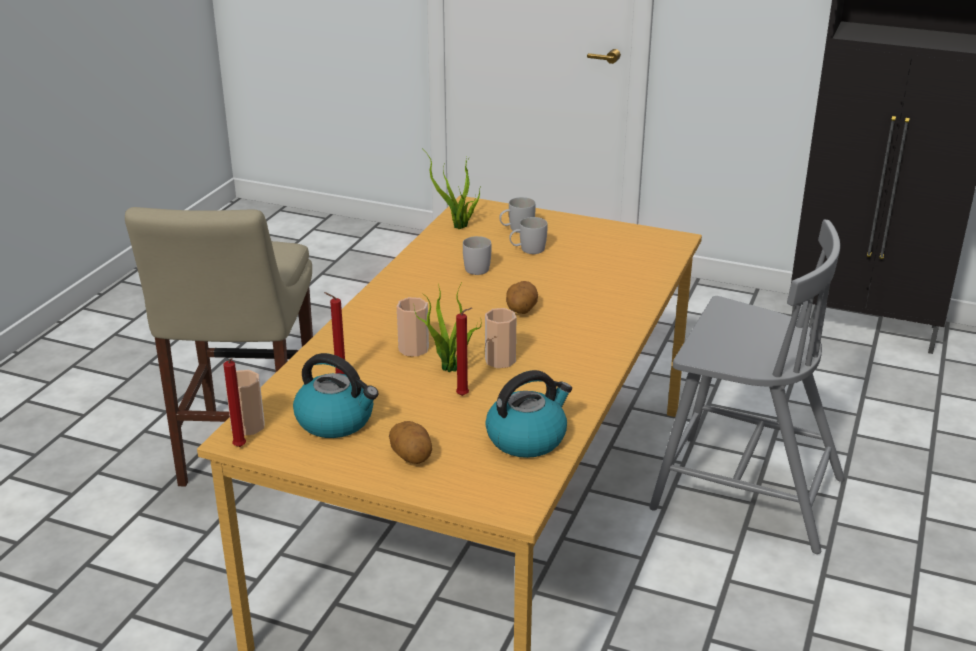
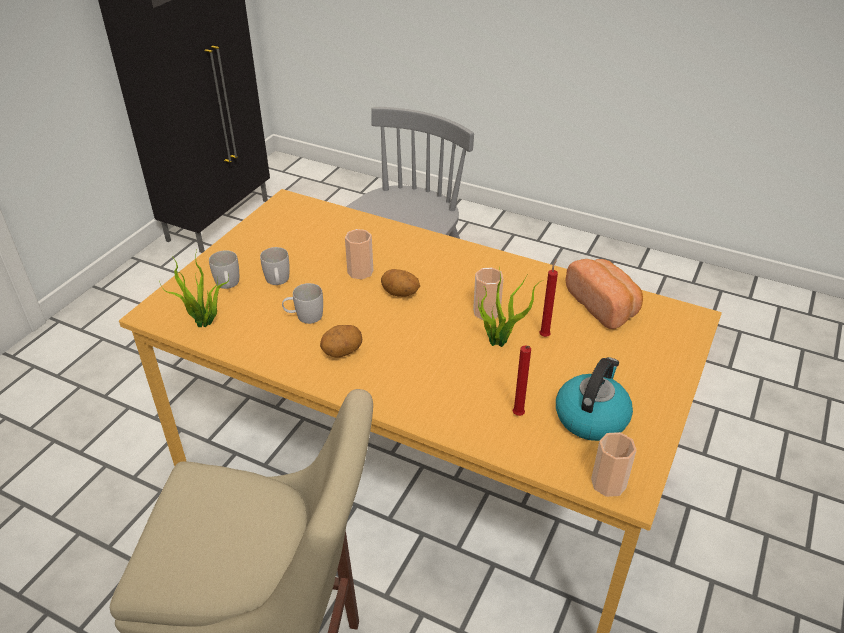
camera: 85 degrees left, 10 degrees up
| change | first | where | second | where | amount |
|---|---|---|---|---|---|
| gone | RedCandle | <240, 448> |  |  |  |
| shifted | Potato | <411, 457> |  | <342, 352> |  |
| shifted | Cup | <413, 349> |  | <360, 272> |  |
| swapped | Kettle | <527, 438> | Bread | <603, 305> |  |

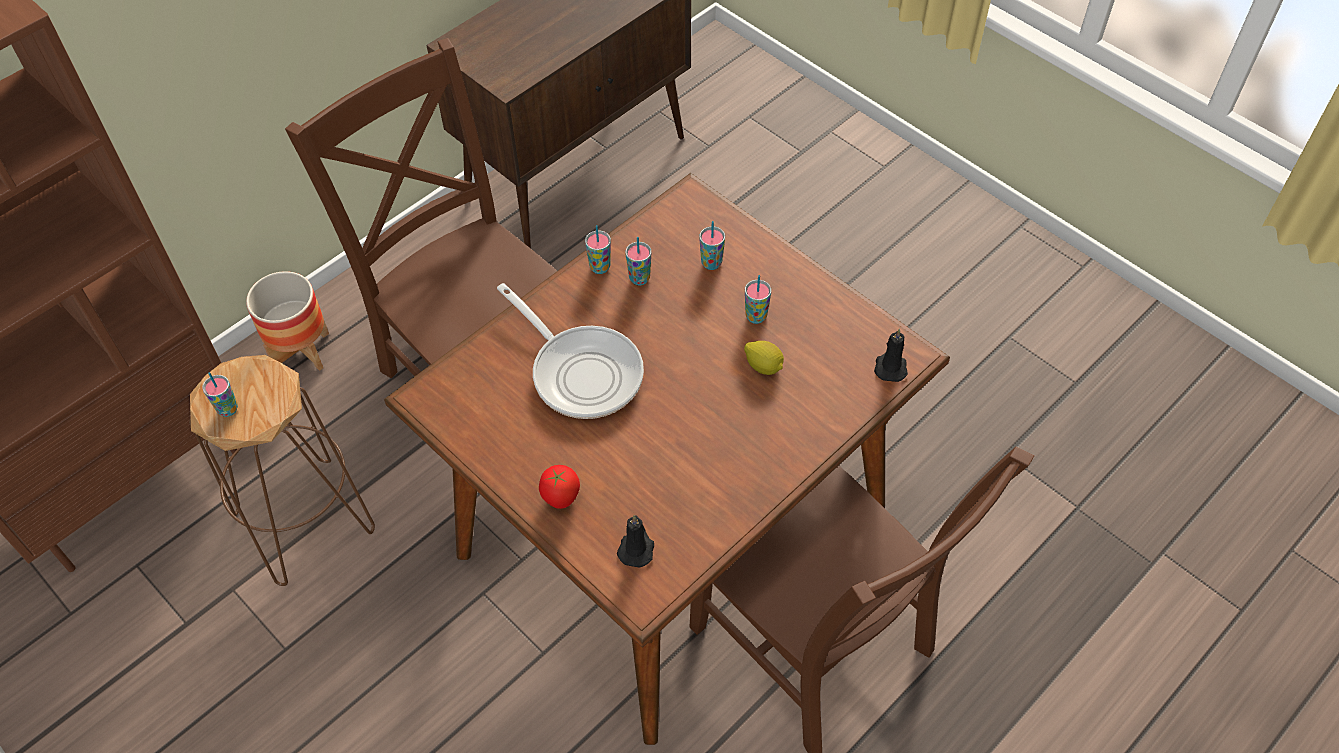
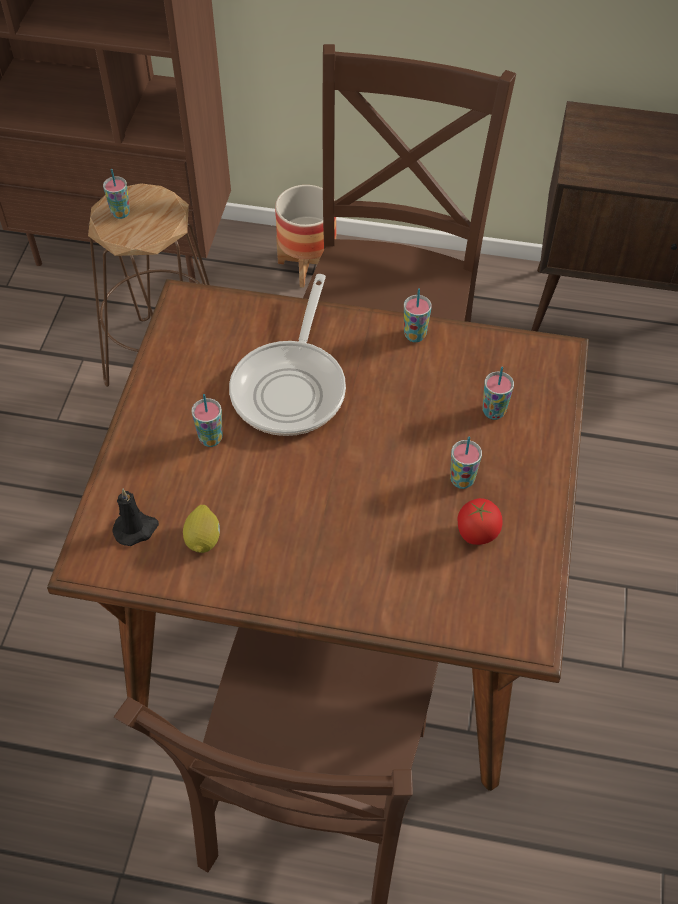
camera: 55 degrees right, 0 degrees up
| change | first | where | second | where | amount |
|---|---|---|---|---|---|
| gone | BlackCandle | <890, 367> |  |  |  |
| shifted | Tomato | <560, 499> |  | <476, 535> |  |
| shifted | Cup | <639, 278> |  | <211, 439> |  |
| shifted | Lemon | <763, 366> |  | <203, 539> |  |

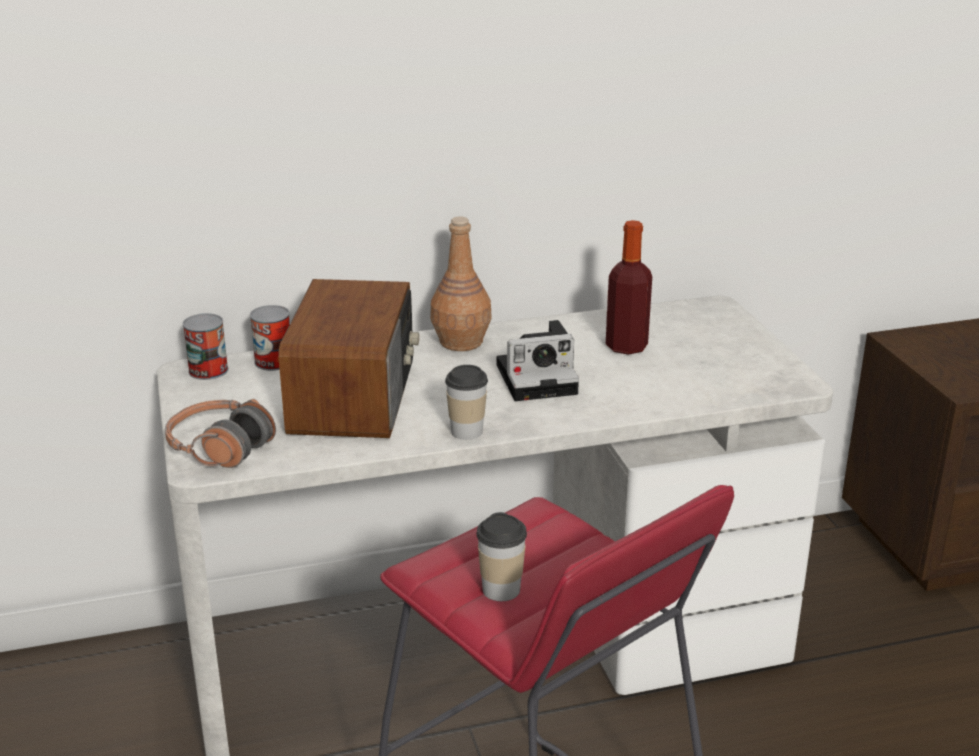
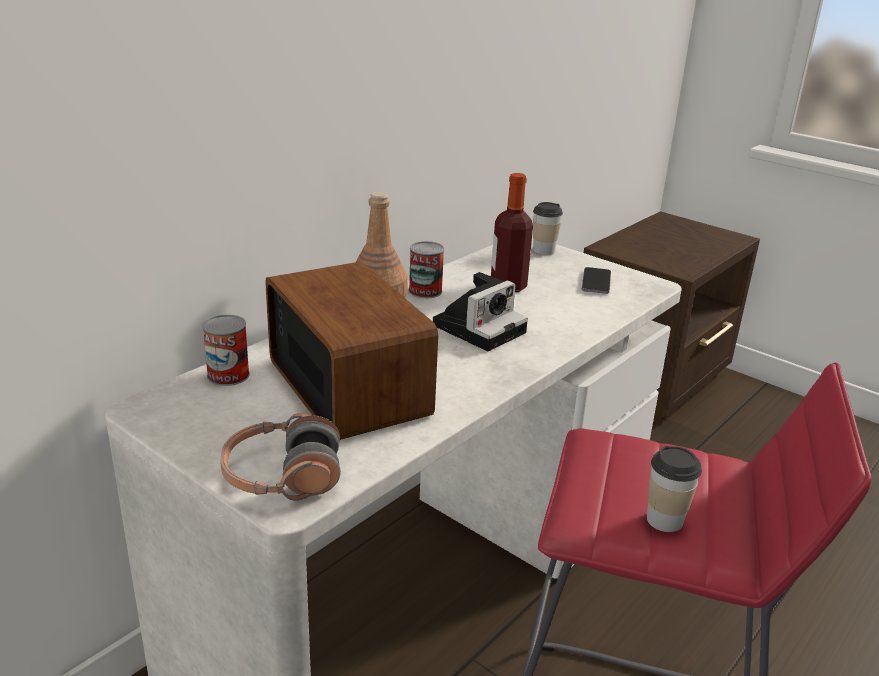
camera: 35 degrees left, 0 degrees up
| change | first | where | second | where | amount |
|---|---|---|---|---|---|
| new |  |  | Phone | <596, 282> |  |
| shifted | Can | <208, 370> |  | <425, 291> |  |
| shifted | Cup | <467, 431> |  | <543, 250> |  |

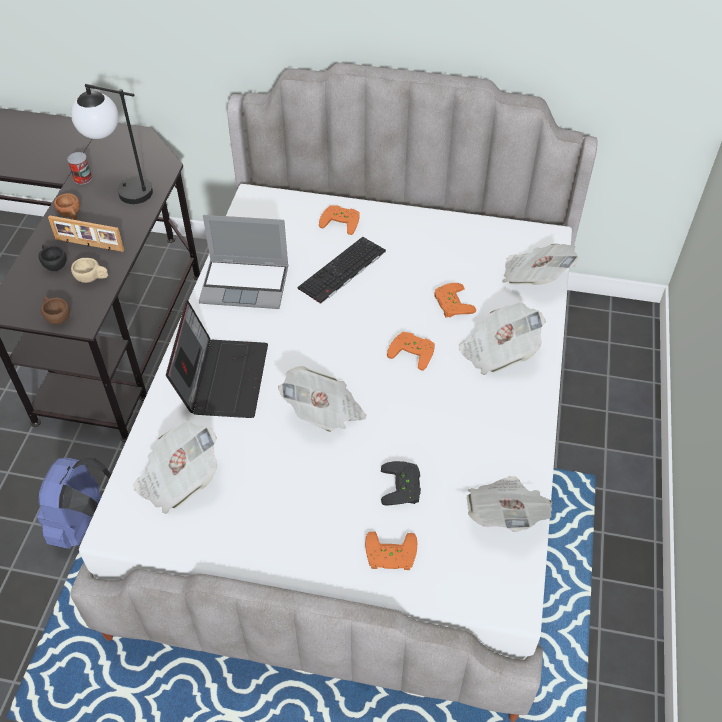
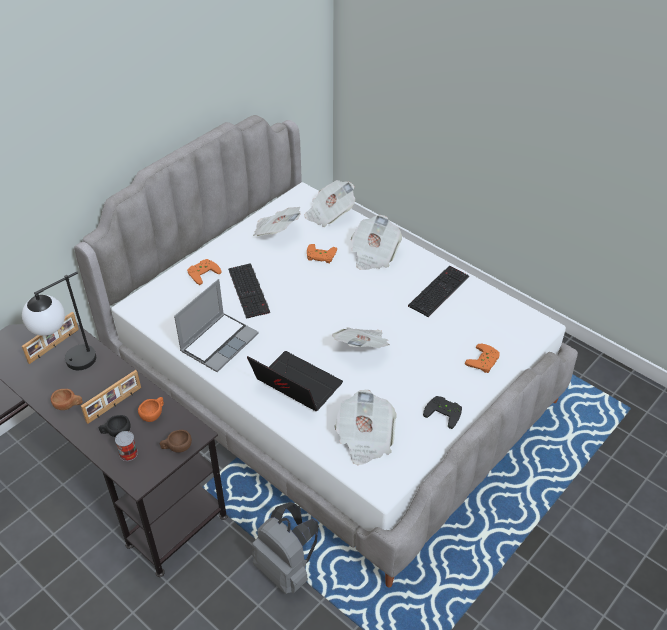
camera: 60 degrees left, 5 degrees down
| change | first | where | second | where | amount |
|---|---|---|---|---|---|
| gone | OrangeGameController | <413, 351> |  |  |  |
| new |  |  | PictureFrame | <54, 346> |  |
| new |  |  | Keyboard | <438, 290> |  |
| shifted | Can | <82, 178> |  | <128, 453> |  |
| shifted | BlackGameController | <404, 487> |  | <444, 412> |  |
| shifted | Newspaper | <505, 514> |  | <276, 232> |  |
| repainted | BlueBackpack | <87, 526> | GreyBackpack | <286, 568> |  |
| repainted | BeigeCup | <92, 278> | OrangeCup | <154, 414> |  |

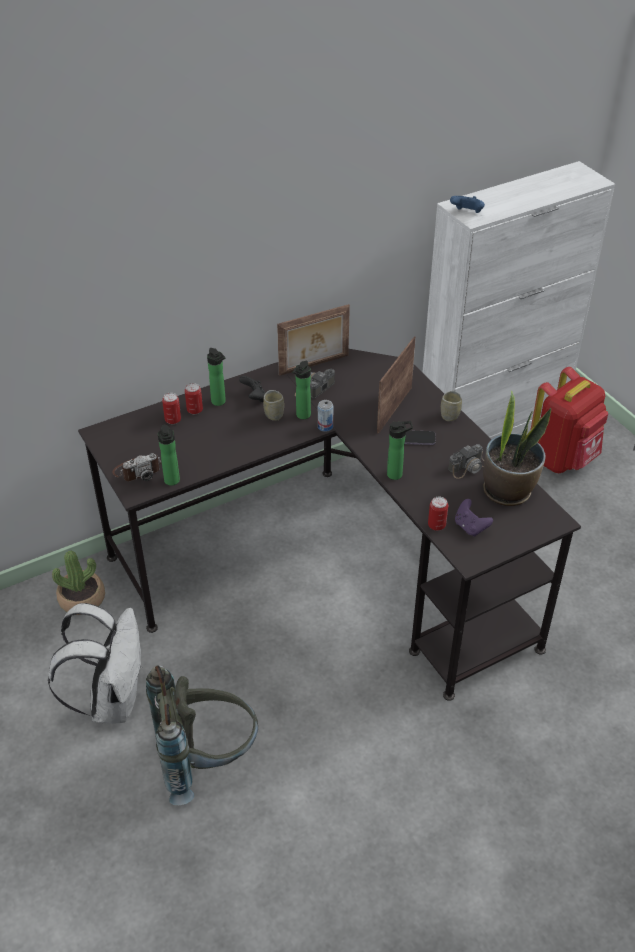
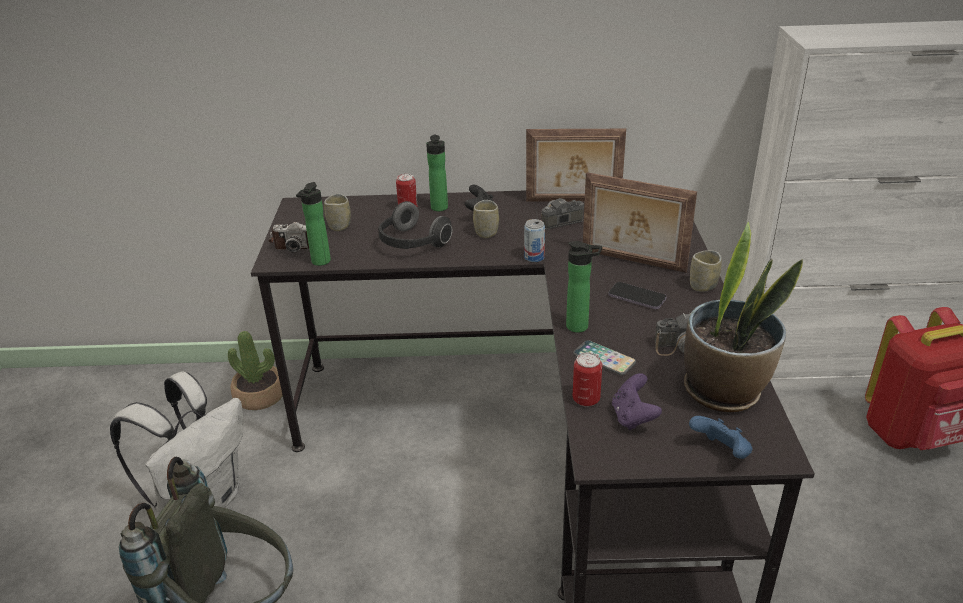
camera: 30 degrees right, 10 degrees down
| change | first | where | second | where | amount |
|---|---|---|---|---|---|
| gone | Can | <173, 420> |  |  |  |
| gone | Bottle | <302, 416> |  |  |  |
| new |  |  | Cup | <339, 226> |  |
| new |  |  | Headphones | <412, 243> |  |
| new |  |  | Phone | <604, 359> |  |
| shifted | BlueGameController | <467, 213> |  | <721, 452> |  |
| rotated | PictureFrame | <393, 409> |  | <632, 261> | 120 degrees counterclockwise |

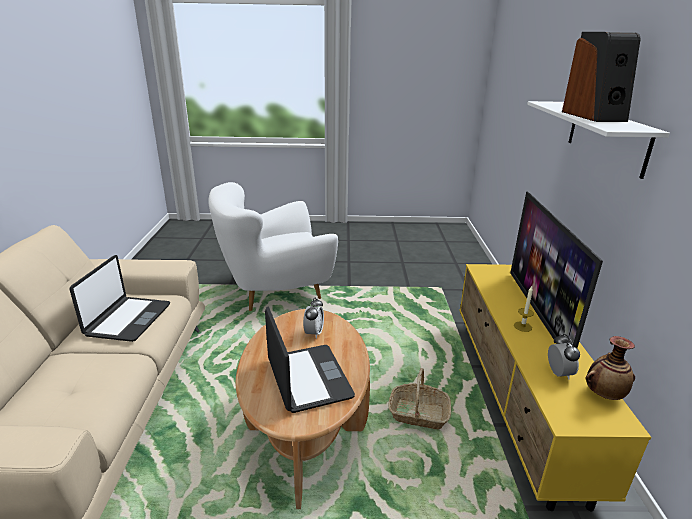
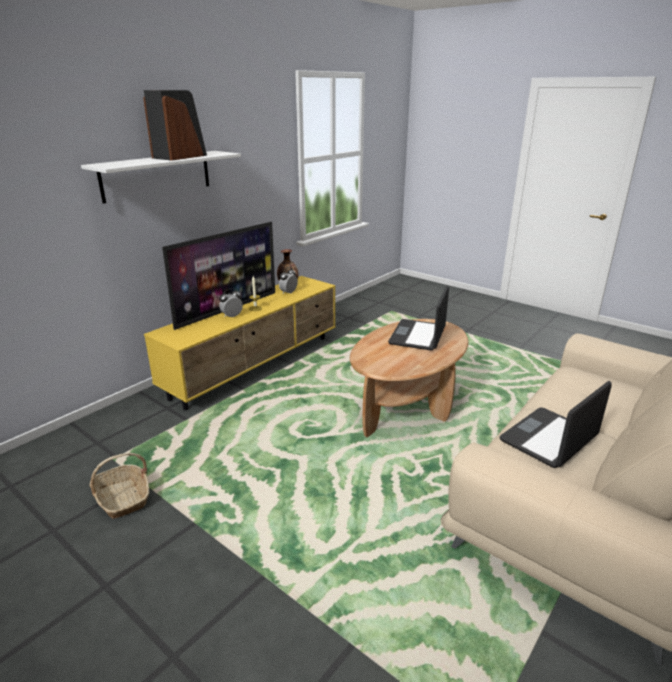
camera: 140 degrees left, 0 degrees up
| change | first | where | second | where | amount |
|---|---|---|---|---|---|
| gone | WhiteArmchair | <275, 291> |  |  |  |
| shifted | AlarmClock | <314, 333> |  | <232, 316> |  |
| shifted | Basket | <418, 414> |  | <122, 498> |  |

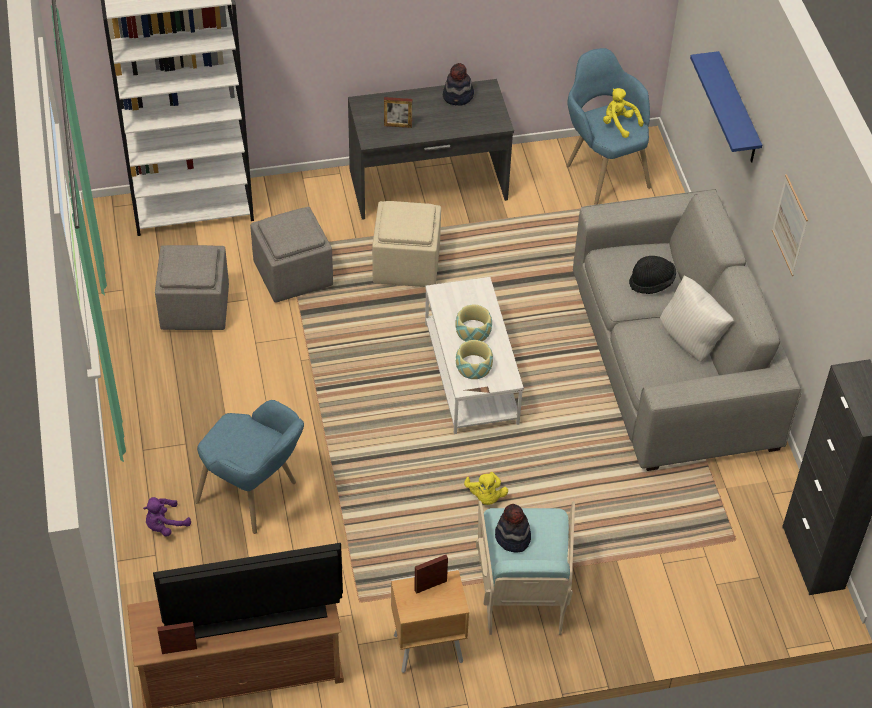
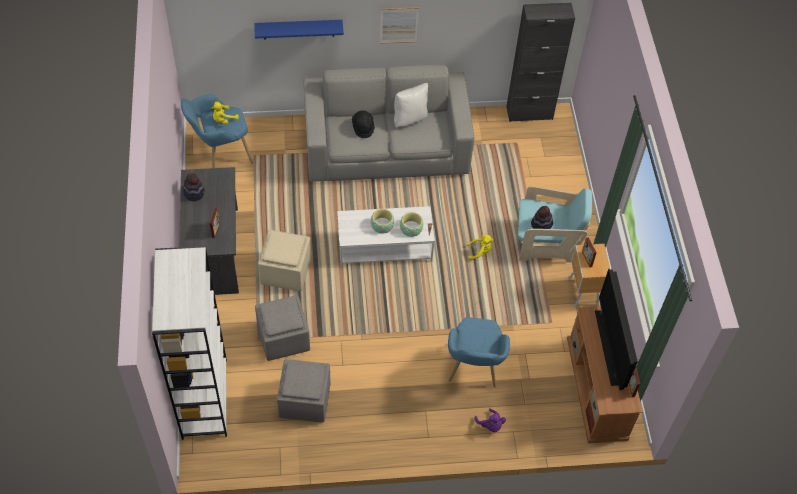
camera: 85 degrees left, 5 degrees up
| change | first | where | second | where | amount |
|---|---|---|---|---|---|
| rotated | BlueArmchair | <257, 498> |  | <473, 371> | 150 degrees clockwise |

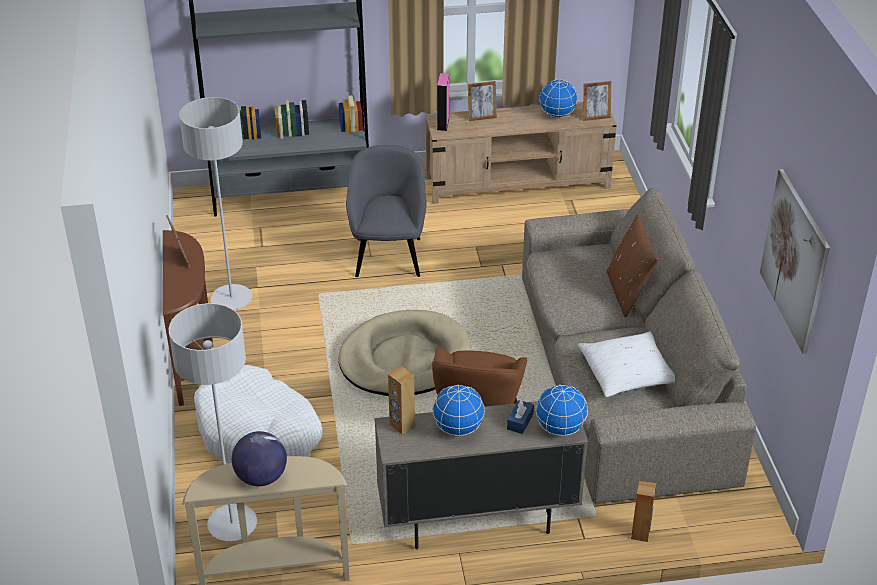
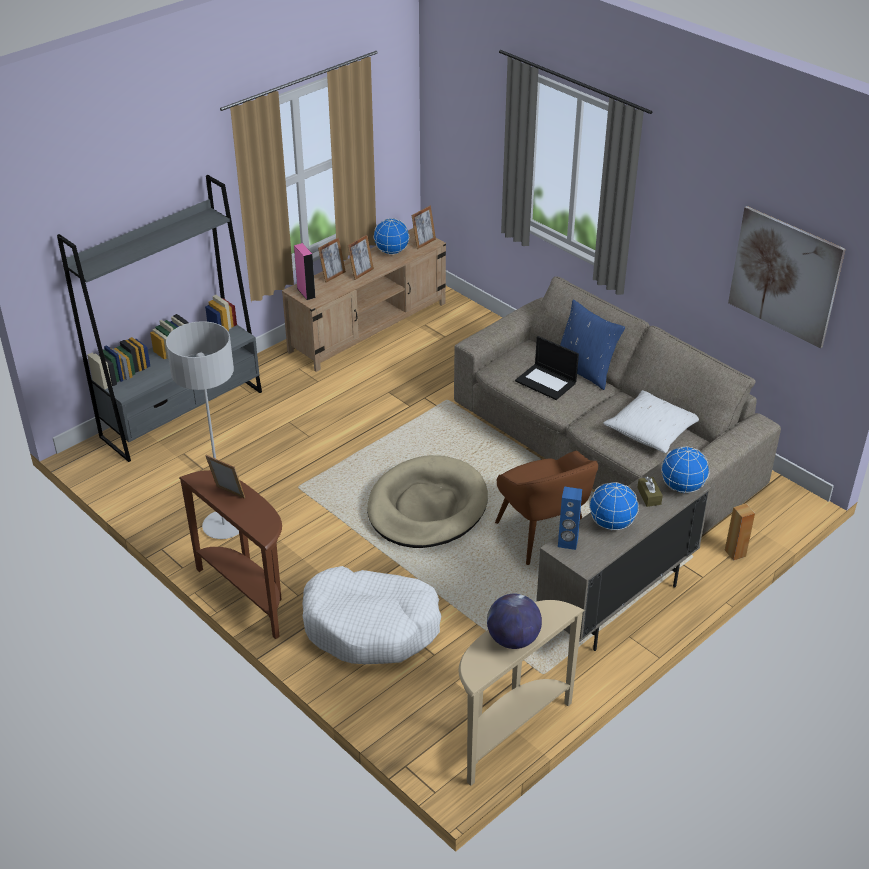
camera: 35 degrees left, 0 degrees up
| change | first | where | second | where | amount |
|---|---|---|---|---|---|
| gone | GreyFloorLamp | <232, 524> |  |  |  |
| gone | GreyArmchair | <388, 255> |  |  |  |
| new |  |  | PictureFrame | <361, 273> |  |
| new |  |  | Laptop | <546, 382> |  |
| repainted | BrownSpeaker | <402, 425> | BlueSpeaker | <567, 543> |  |
| repainted | BlueTissueBox | <520, 421> | BrownTissueBox | <649, 496> |  |
| repainted | BrownPillow | <628, 293> | BluePillow | <585, 370> |  |

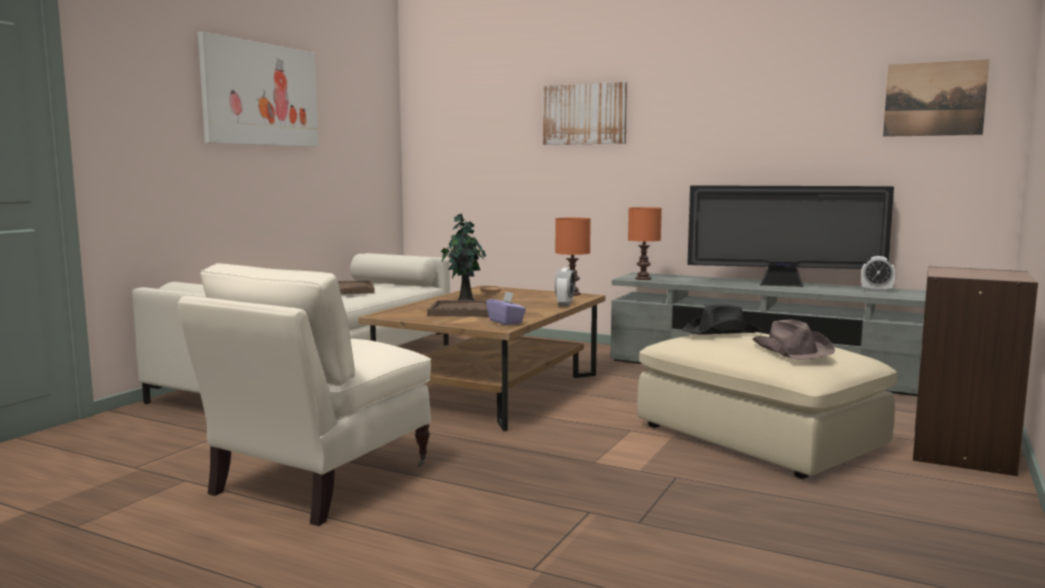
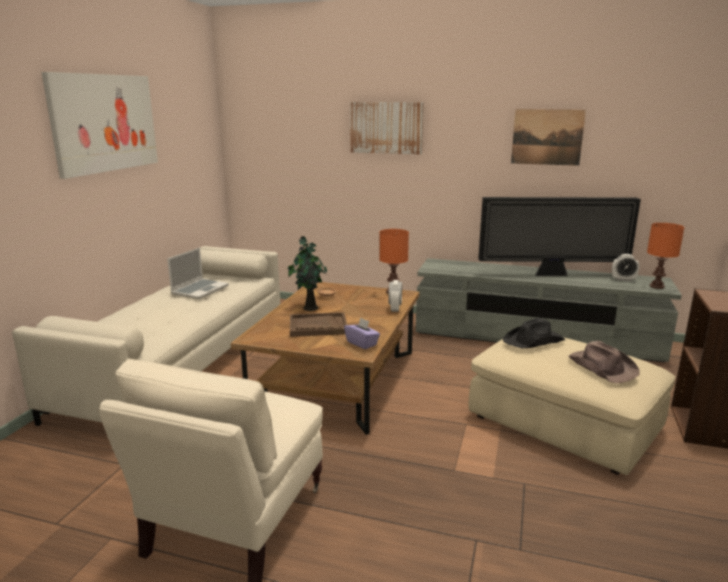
camera: 10 degrees left, 10 degrees up
| change | first | where | second | where | amount |
|---|---|---|---|---|---|
| shifted | OrangeTableLamp | <643, 279> |  | <657, 286> |  |
| shifted | Picture | <934, 99> |  | <547, 137> |  |
| swapped | BrownTray | <351, 289> | Laptop | <200, 290> |  |

